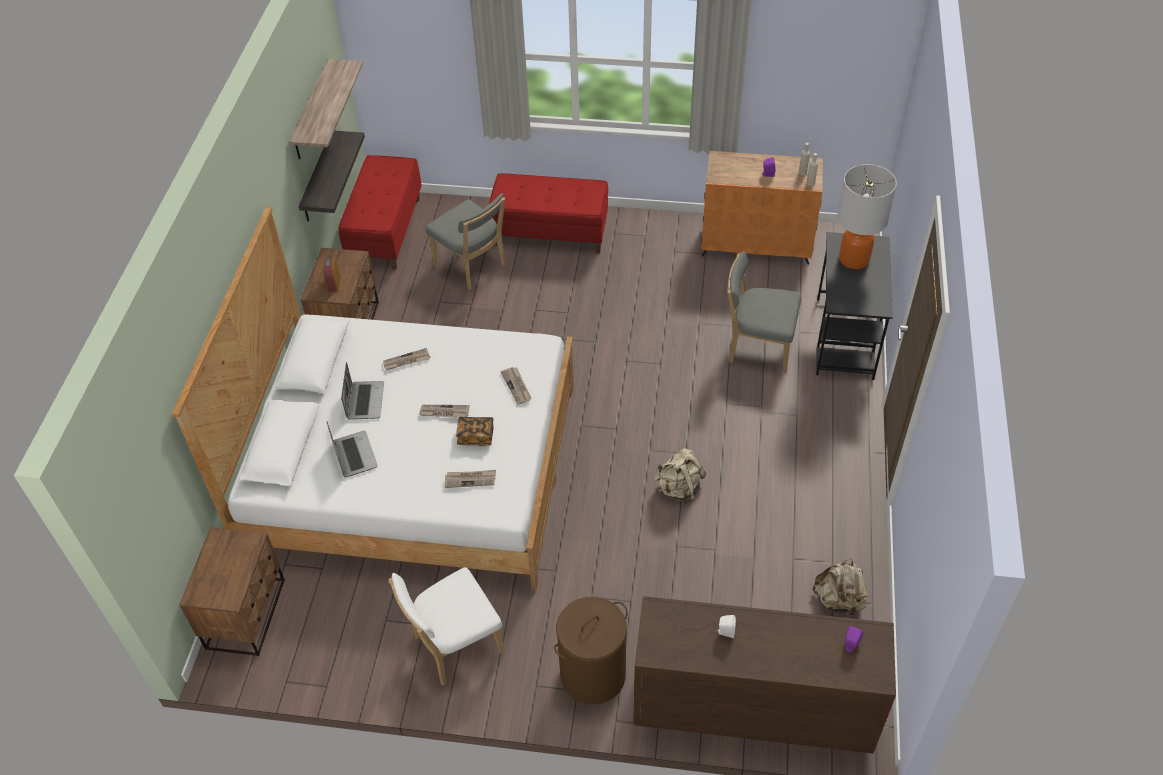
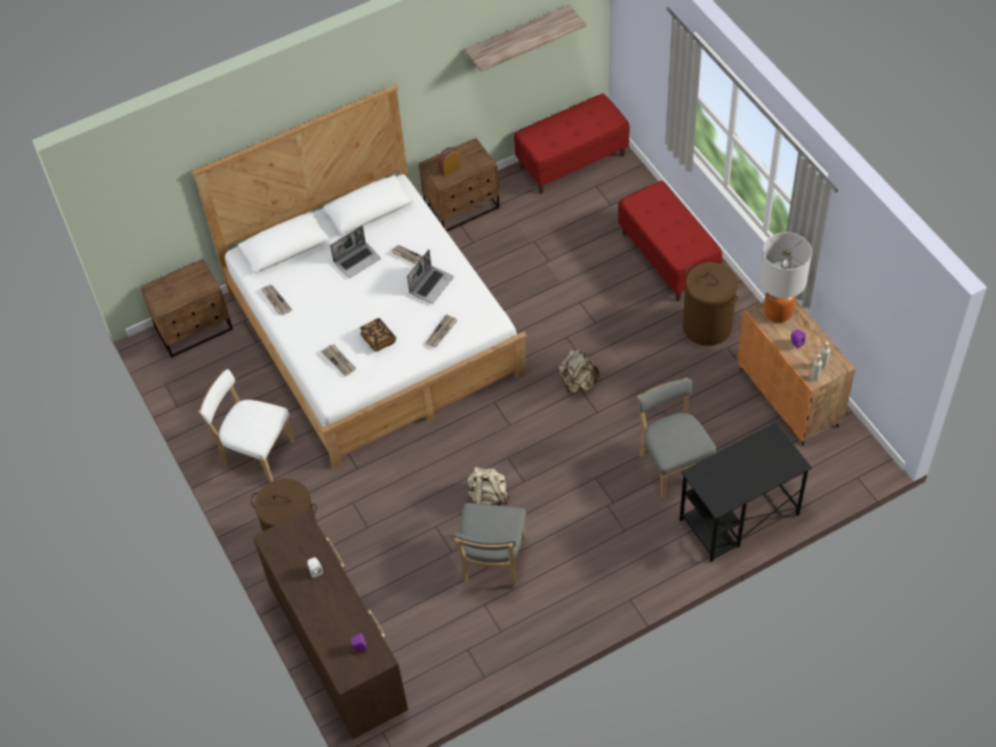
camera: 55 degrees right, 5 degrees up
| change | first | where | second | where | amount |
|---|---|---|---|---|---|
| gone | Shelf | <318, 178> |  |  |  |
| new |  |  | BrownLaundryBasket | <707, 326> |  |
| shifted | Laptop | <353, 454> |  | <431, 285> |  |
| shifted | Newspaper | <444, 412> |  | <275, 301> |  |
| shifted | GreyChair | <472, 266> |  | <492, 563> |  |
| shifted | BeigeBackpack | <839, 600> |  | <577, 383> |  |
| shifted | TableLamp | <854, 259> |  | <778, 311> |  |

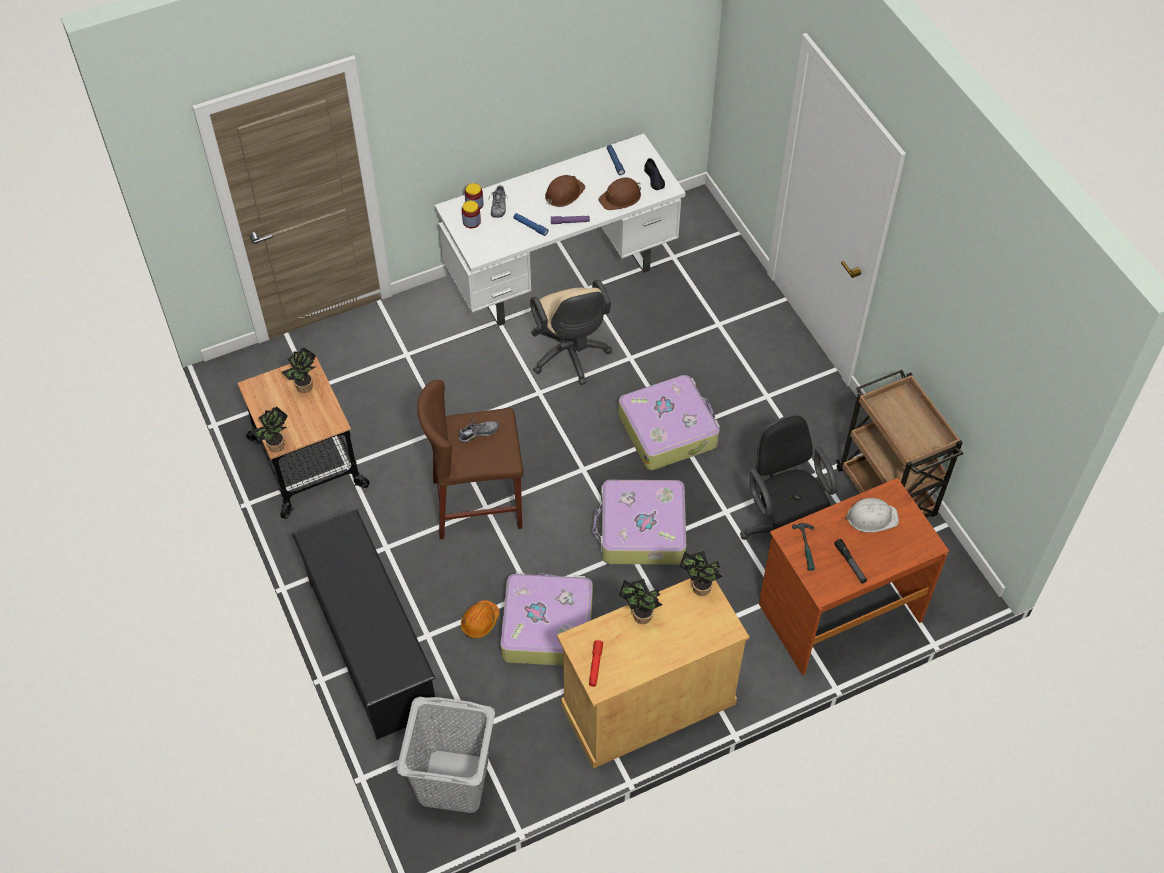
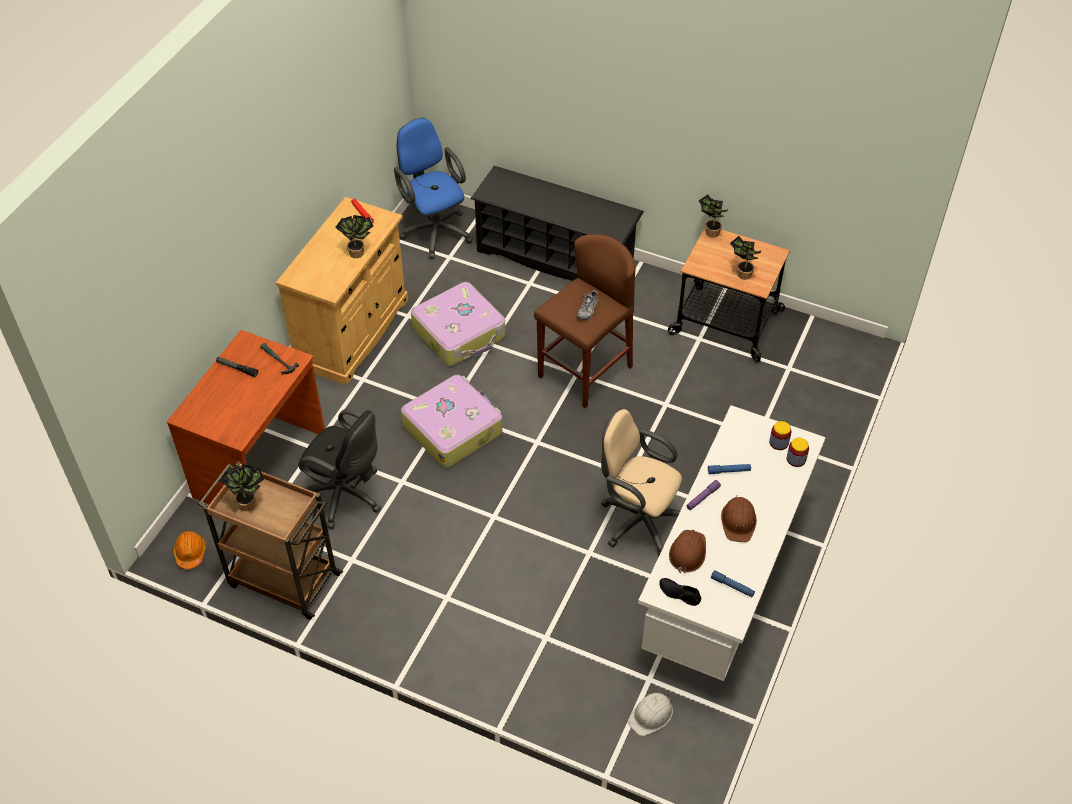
camera: 140 degrees right, 5 degrees down
| change | first | where | second | where | amount |
|---|---|---|---|---|---|
| gone | Shoe | <499, 206> |  |  |  |
| gone | Suitcase | <668, 429> |  |  |  |
| shifted | OrangeHardHat | <480, 622> |  | <190, 553> |  |
| shifted | PottedPlant | <698, 588> |  | <249, 503> |  |
| shifted | WhiteHardHat | <871, 517> |  | <651, 715> |  |
| swapped | GreyLaundryBasket | <452, 781> | BlueOfficeChair | <434, 230> |  |

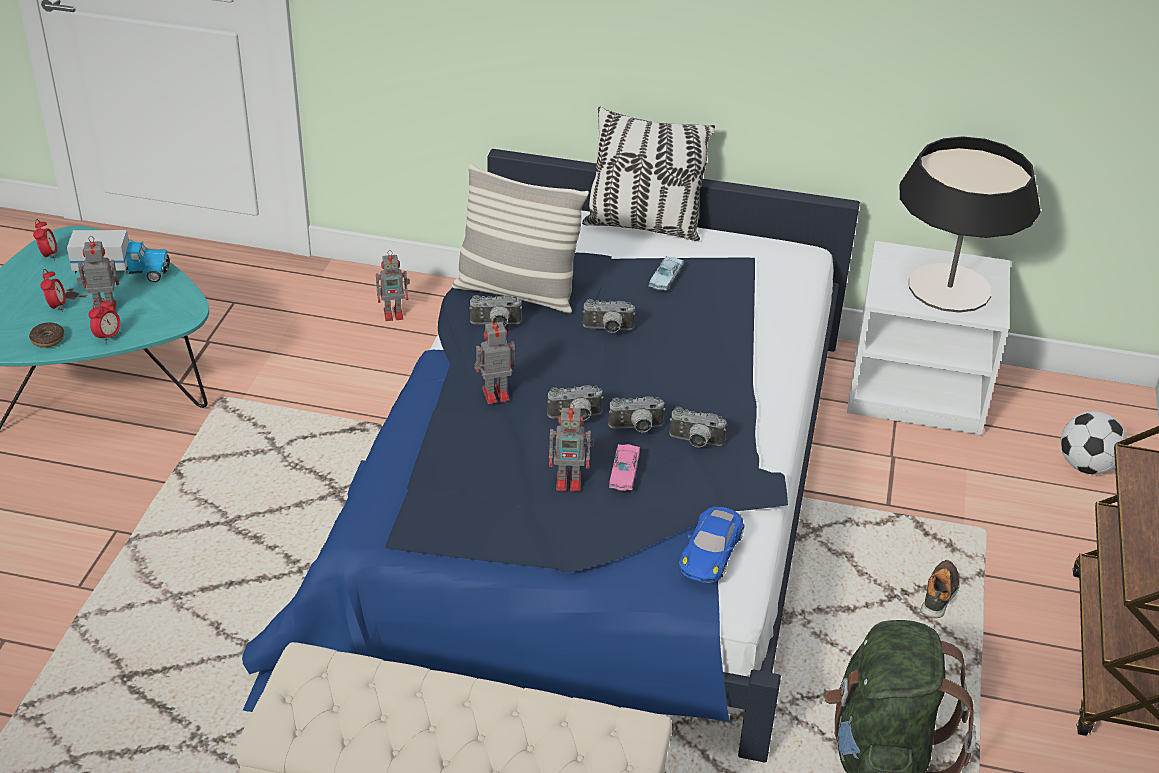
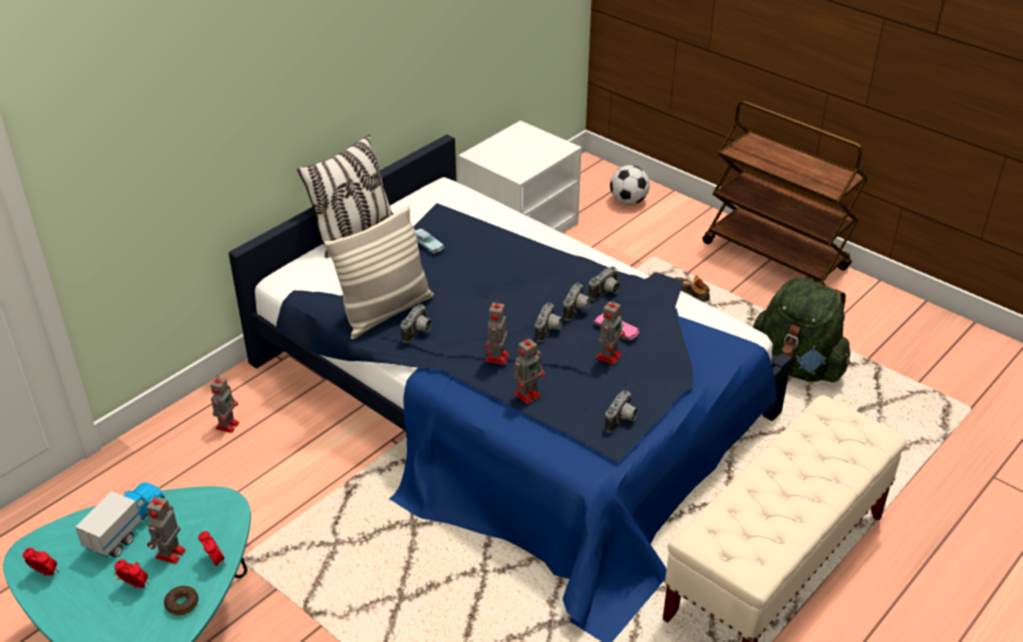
camera: 60 degrees left, 0 degrees up
| change | first | where | second | where | amount |
|---|---|---|---|---|---|
| gone | BlueToyCar | <711, 551> |  |  |  |
| gone | TableLamp | <949, 288> |  |  |  |
| new |  |  | ToyRobot | <528, 394> |  |
| shifted | PhotoCamera | <608, 330> |  | <622, 421> |  |

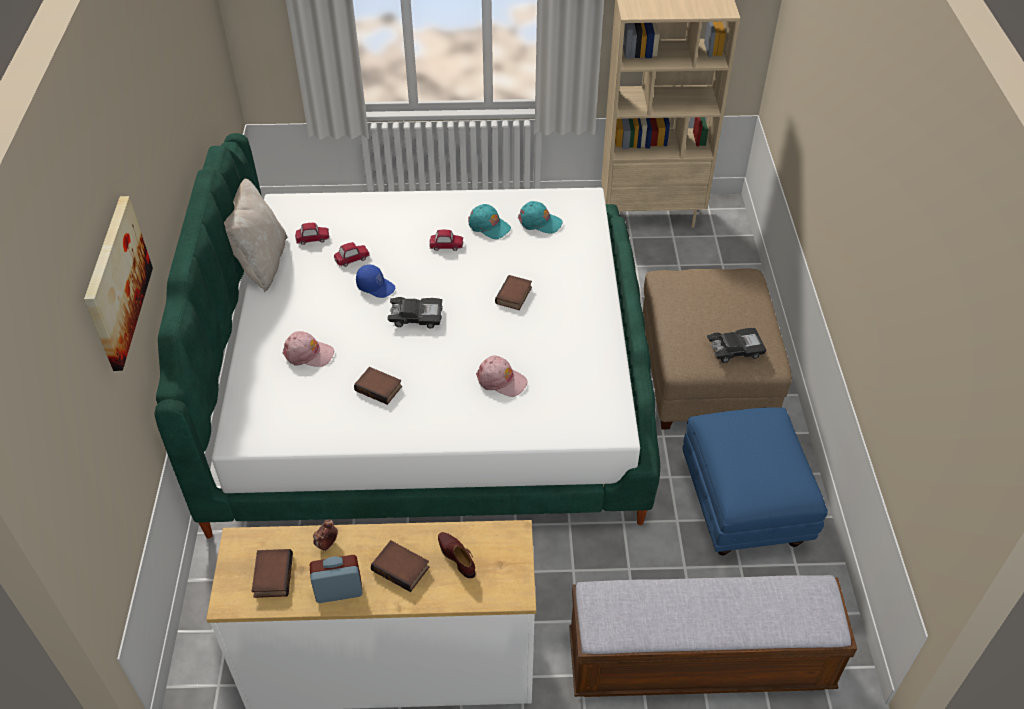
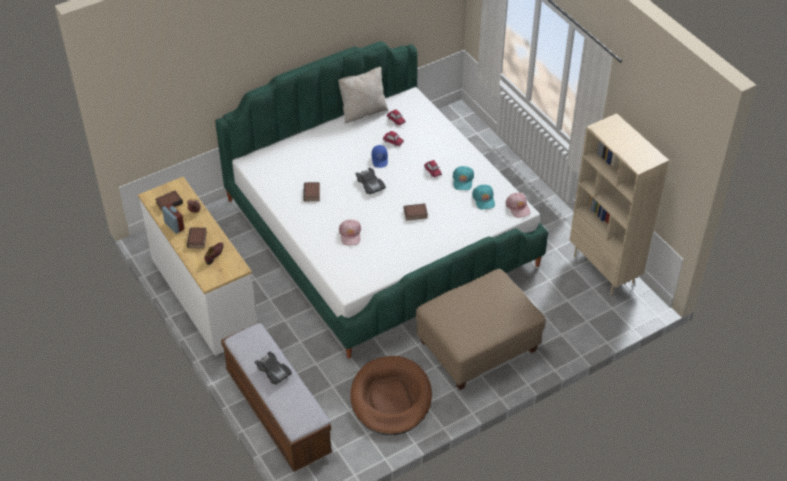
camera: 60 degrees right, 0 degrees up
| change | first | where | second | where | amount |
|---|---|---|---|---|---|
| gone | Picture | <116, 282> |  |  |  |
| shifted | PinkCap | <308, 354> |  | <518, 207> |  |
| shifted | BlackToyCar | <734, 349> |  | <273, 371> |  |
| swapped | BlueOttoman | <744, 507> | BrownDogBed | <391, 398> |  |

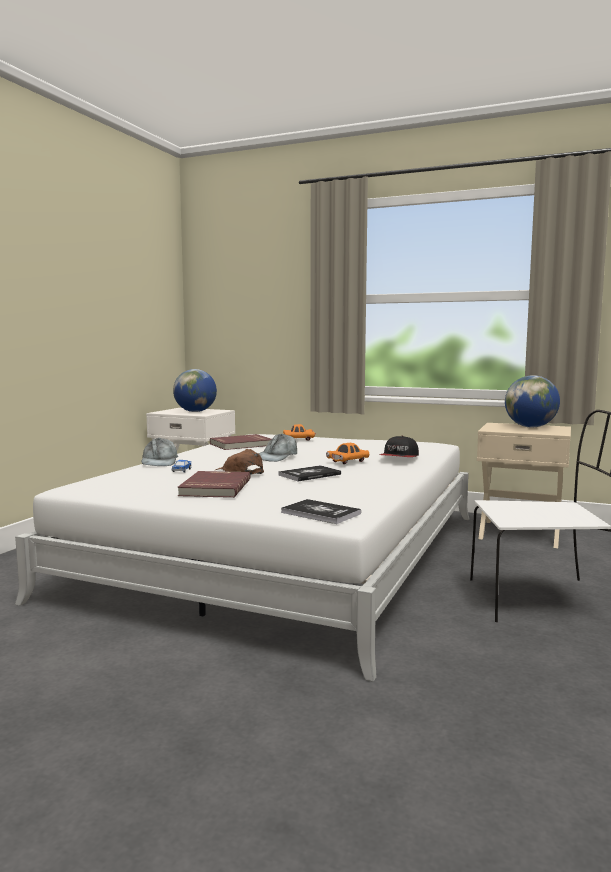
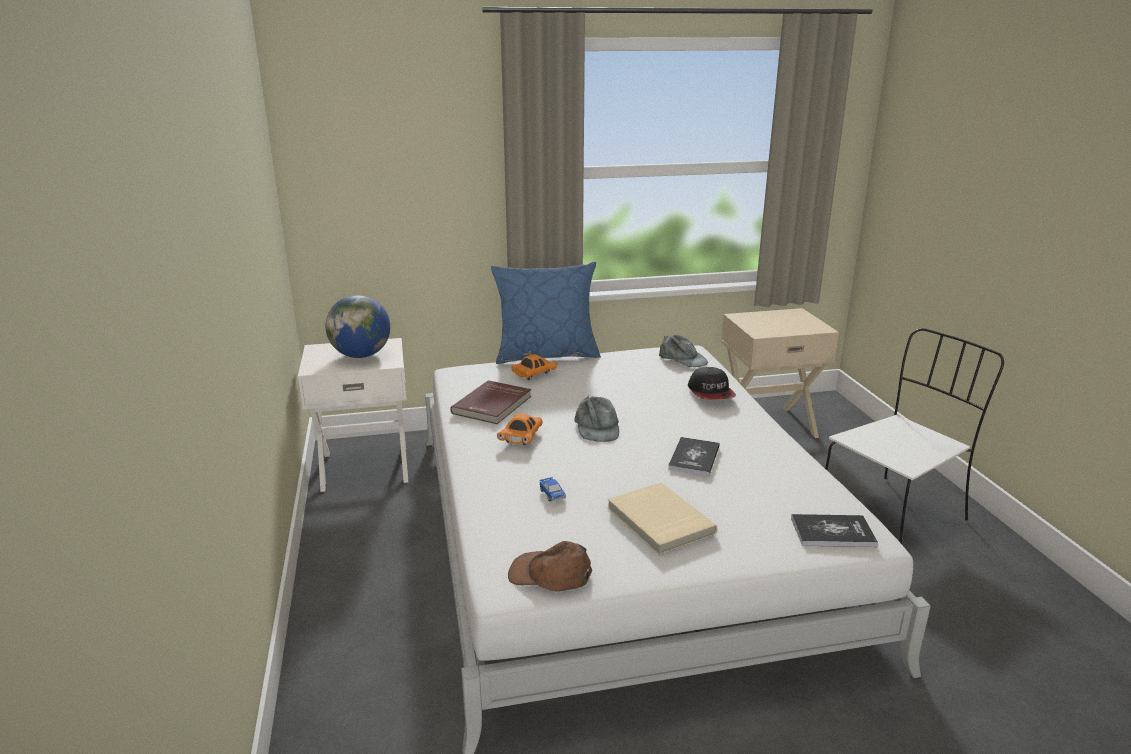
camera: 35 degrees left, 15 degrees up
| change | first | where | second | where | amount |
|---|---|---|---|---|---|
| gone | Globe | <530, 427> |  |  |  |
| new |  |  | BluePillow | <546, 354> |  |
| shifted | GreyCap | <159, 461> |  | <682, 359> |  |
| shifted | BrownCap | <239, 472> |  | <550, 574> |  |
| shifted | OrangeToyCar | <348, 462> |  | <521, 437> |  |
| repainted | RedBook | <214, 487> | BeigeBook | <658, 521> |  |

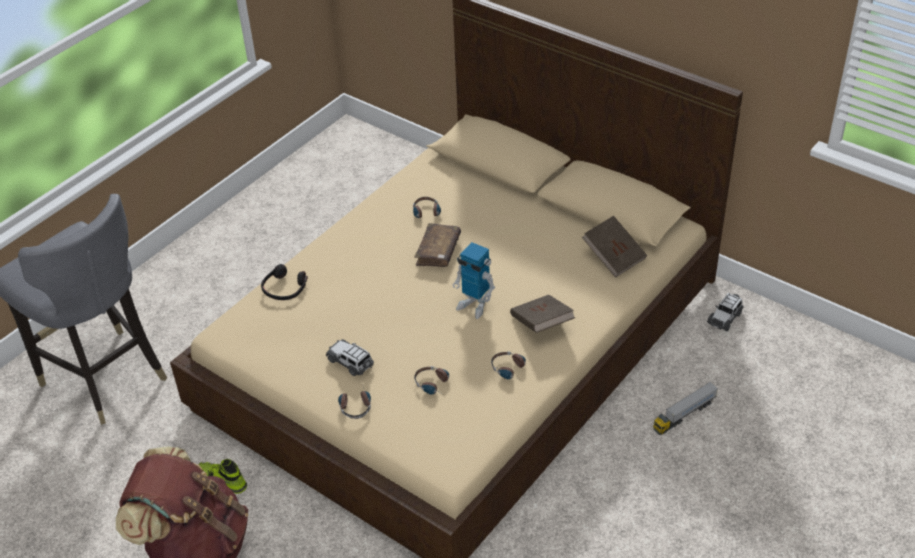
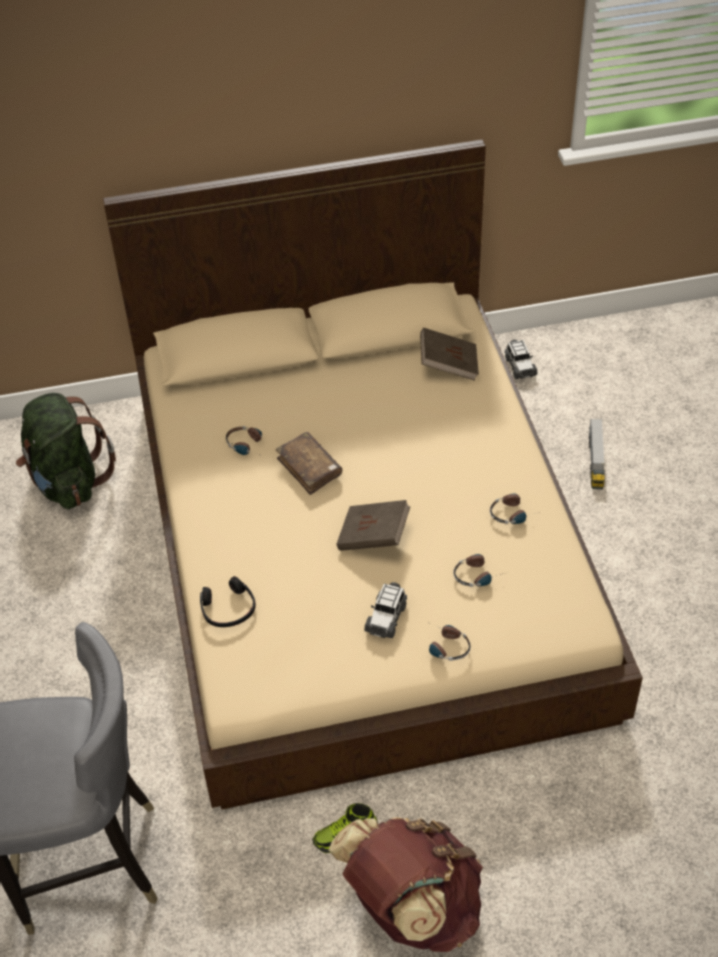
camera: 50 degrees left, 5 degrees up
| change | first | where | second | where | amount |
|---|---|---|---|---|---|
| gone | ToyRobot | <474, 305> |  |  |  |
| new |  |  | GreenBackpack | <68, 481> |  |
| shifted | BrownBook | <541, 324> |  | <373, 537> |  |
| rotated | ToyCar | <350, 362> |  | <386, 617> | 60 degrees counterclockwise |

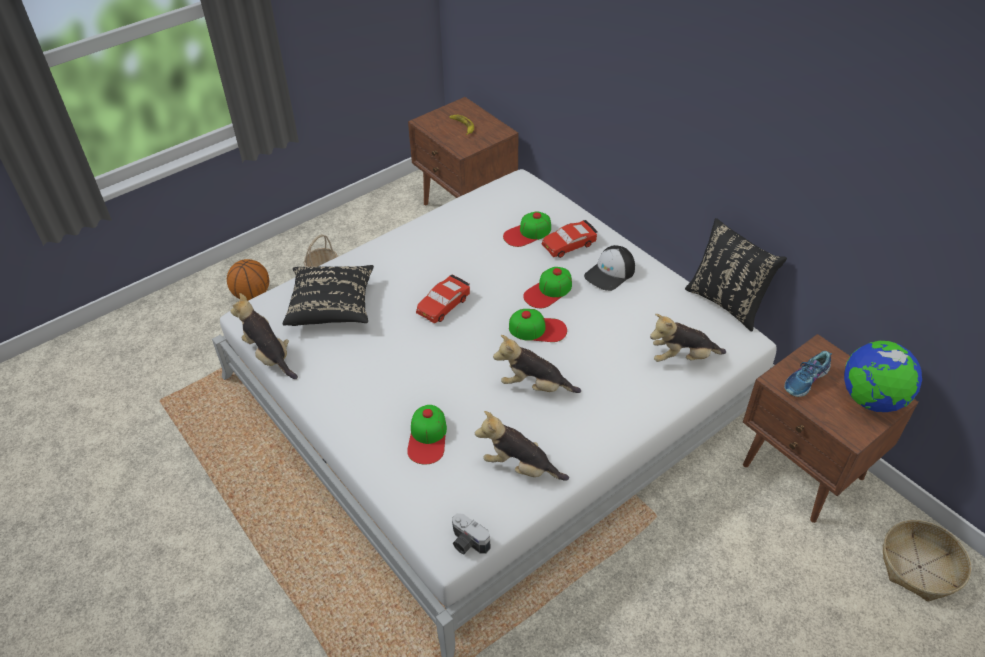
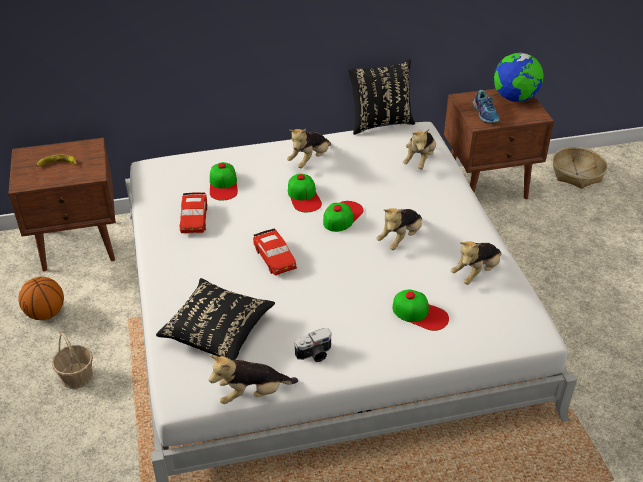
camera: 65 degrees left, 5 degrees down
| change | first | where | second | where | amount |
|---|---|---|---|---|---|
| shifted | Basketball | <252, 295> |  | <45, 313> |  |
| shifted | PhotoCamera | <467, 543> |  | <315, 354> |  |
| shifted | RedToyCar | <569, 244> |  | <194, 218> |  |
| swapped | Cap | <610, 273> | PlushToy | <310, 160> |  |

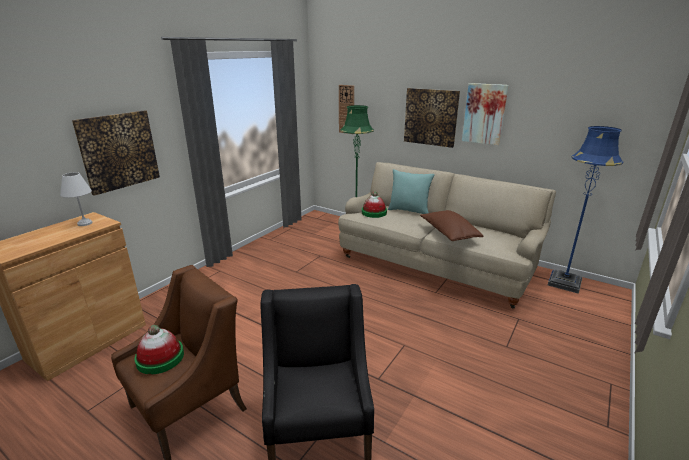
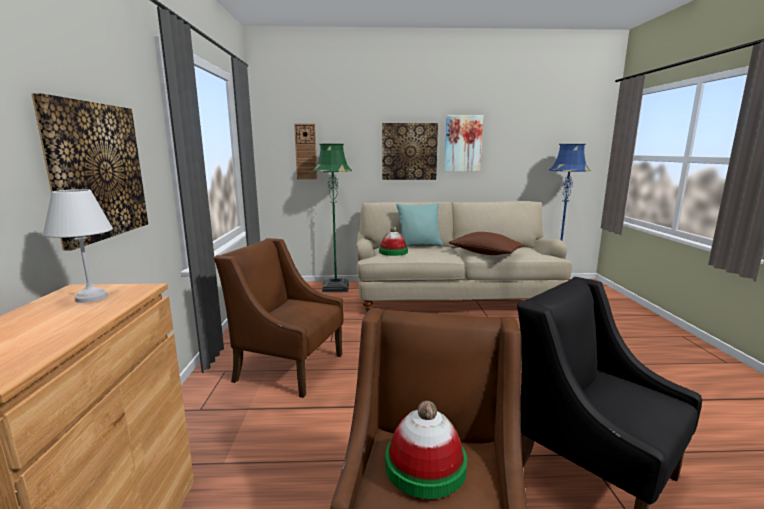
camera: 35 degrees left, 10 degrees down
| change | first | where | second | where | amount |
|---|---|---|---|---|---|
| new |  |  | BrownArmchair | <289, 367> |  |

